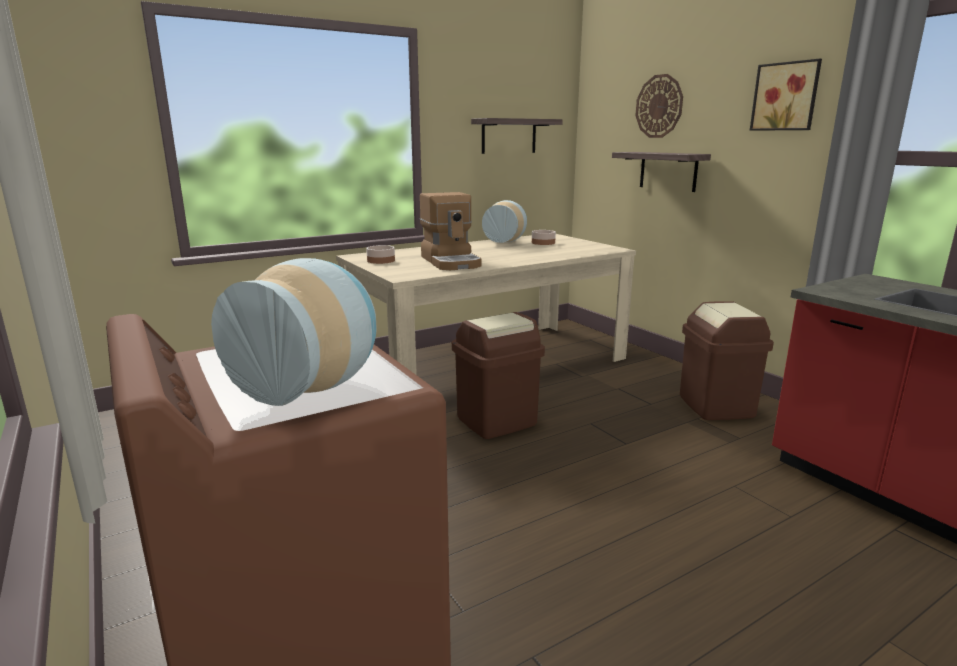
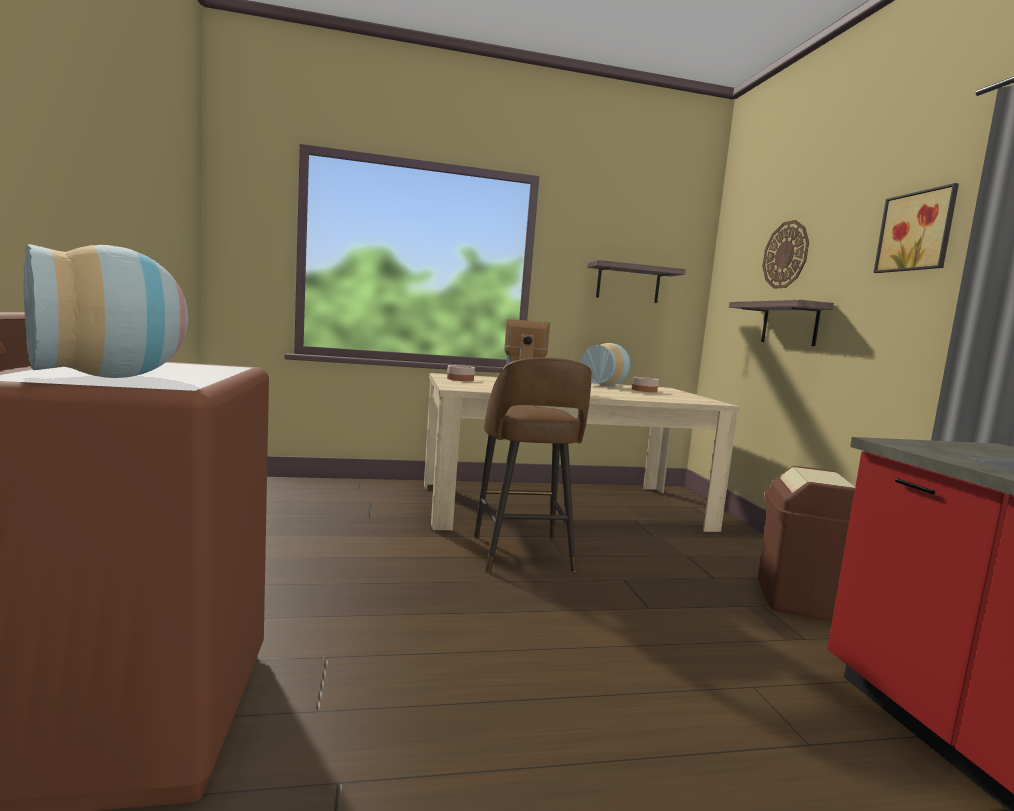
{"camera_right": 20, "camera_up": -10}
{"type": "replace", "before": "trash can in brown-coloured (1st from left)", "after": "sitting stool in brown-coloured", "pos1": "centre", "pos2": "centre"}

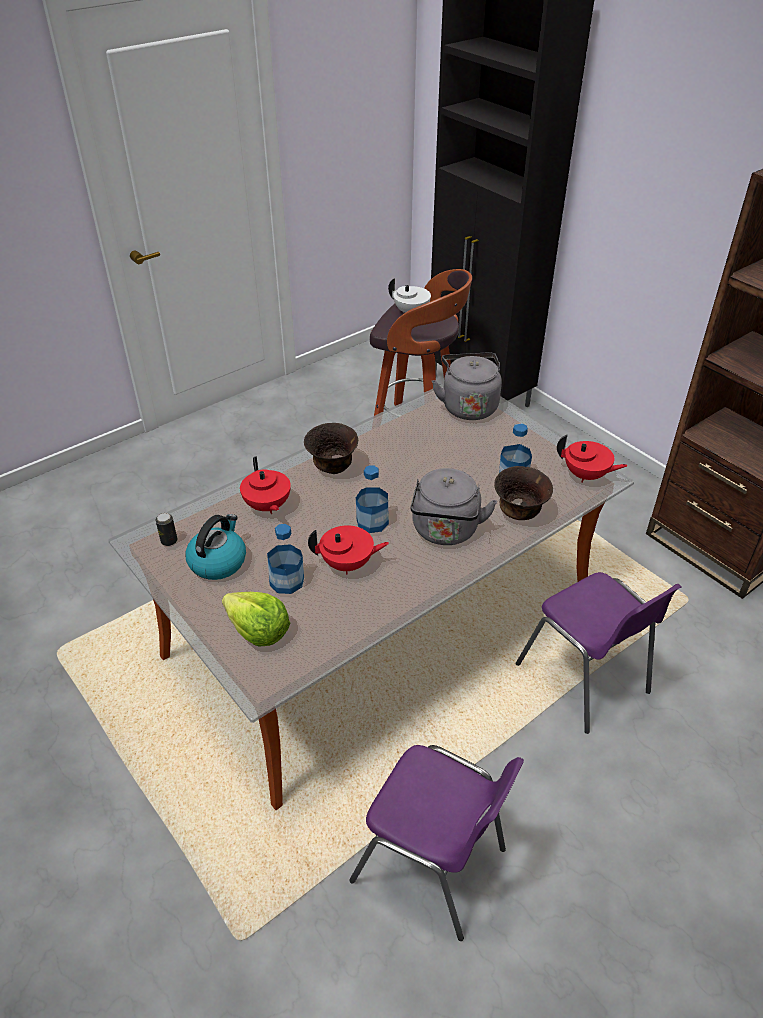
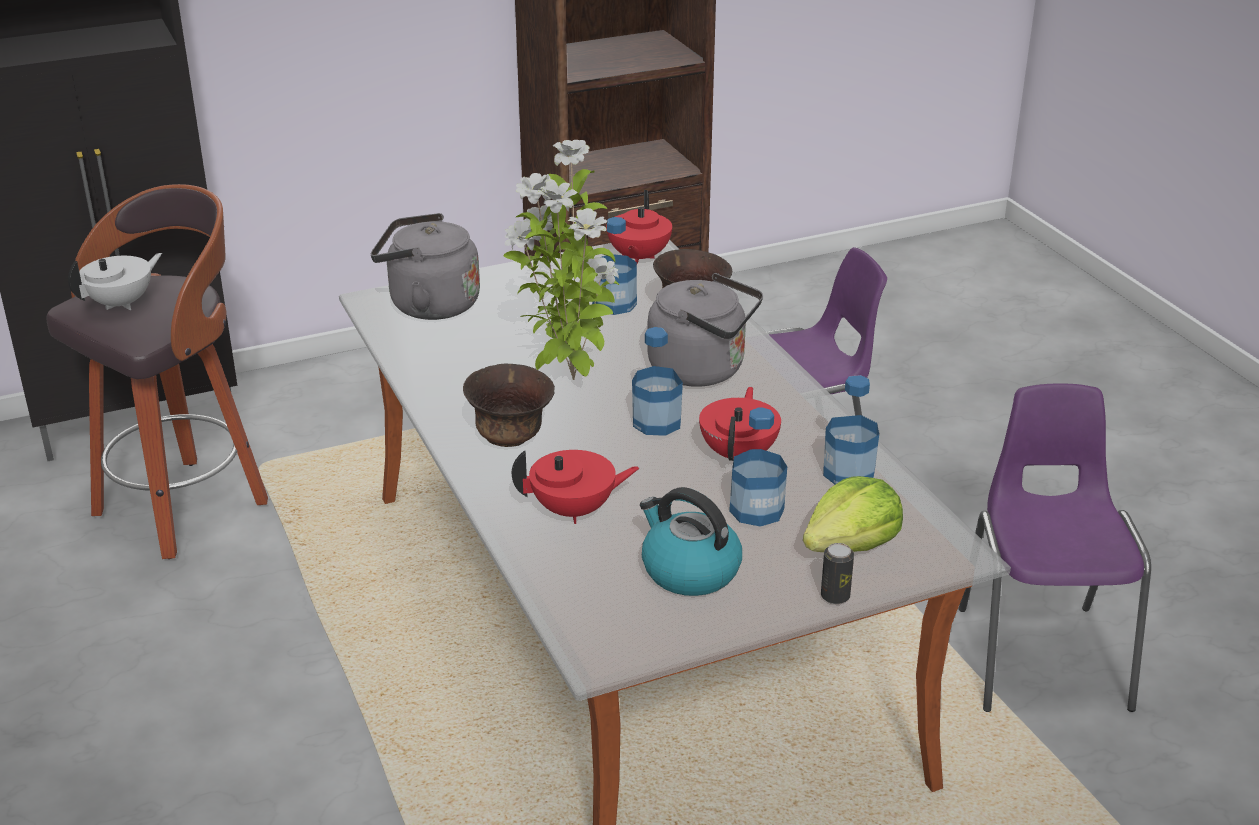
{"camera_right": -75, "camera_up": -10}
{"type": "move", "before": "metal can", "pos1": "middle left", "pos2": "bottom centre"}
{"type": "rotate", "before": "chair in purple-coloured (1st from left in the first image)", "pos1": "bottom centre", "pos2": "middle right", "turn": -45}
{"type": "rotate", "before": "pot for tea in reddish (3rd from left in the first image)", "pos1": "middle right", "pos2": "top centre", "turn": 150}
{"type": "insert", "after": "plant in a pot", "pos2": "top centre"}
{"type": "insert", "after": "drink bottle (4th from left)", "pos2": "middle right"}

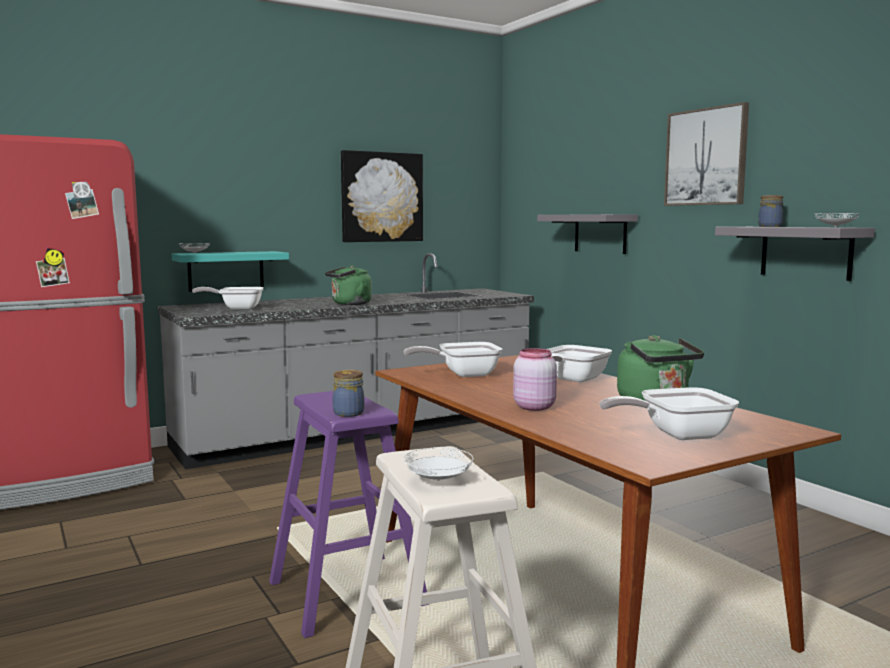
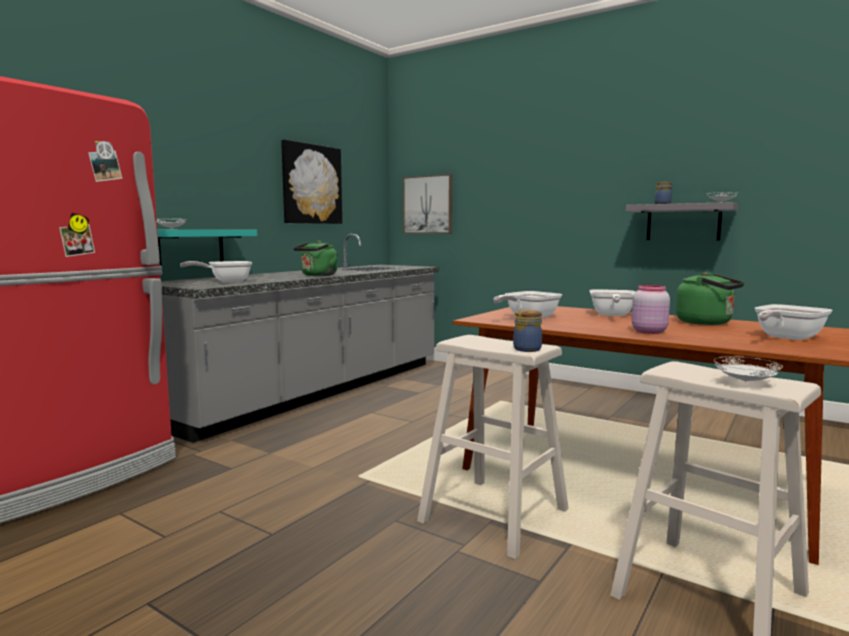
{"camera_right": -25, "camera_up": 0}
{"type": "recolor", "before": "sitting stool in purple-coloured", "after": "sitting stool in sand-coloured (1st from left)", "pos1": "bottom centre", "pos2": "bottom centre"}
{"type": "delete", "before": "wall shelf in greyish (1st from left)", "pos1": "centre"}
{"type": "move", "before": "wall art (2nd from left)", "pos1": "top right", "pos2": "top centre"}

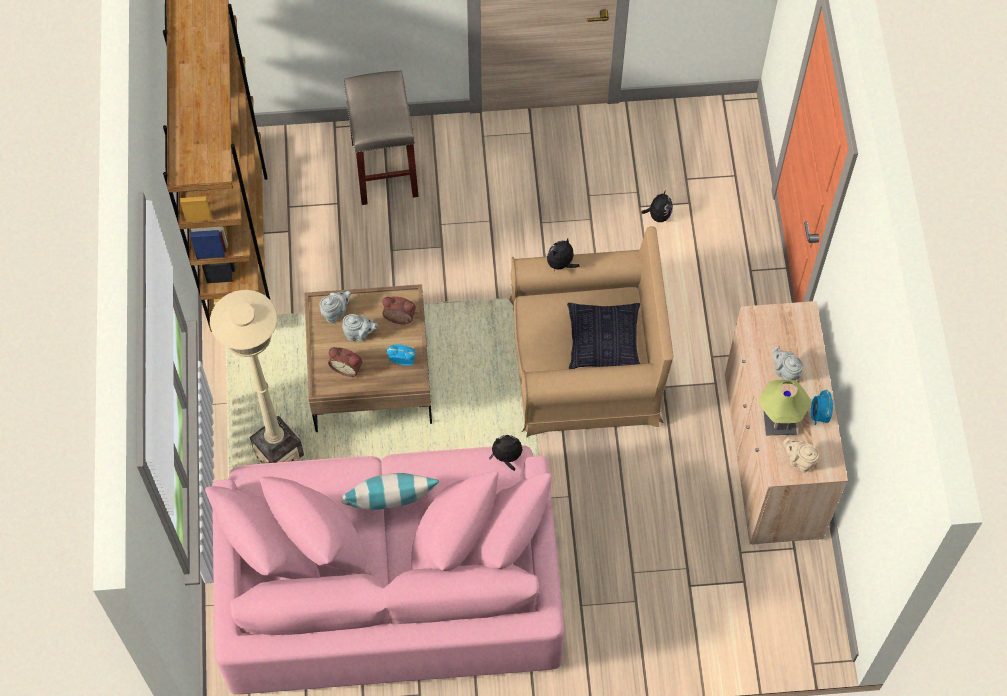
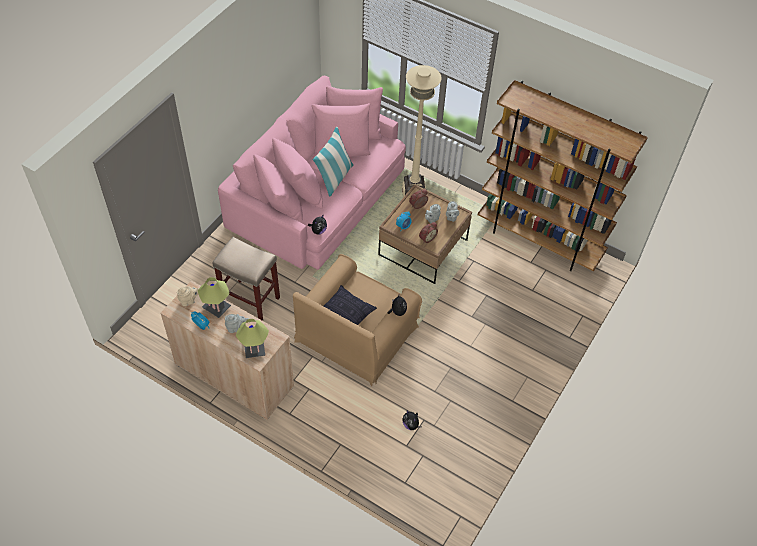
{"camera_right": 125, "camera_up": -10}
{"type": "move", "before": "sitting stool in sand-coloured", "pos1": "top centre", "pos2": "middle left"}
{"type": "insert", "after": "tabletop lamp (2nd from left)", "pos2": "middle left"}

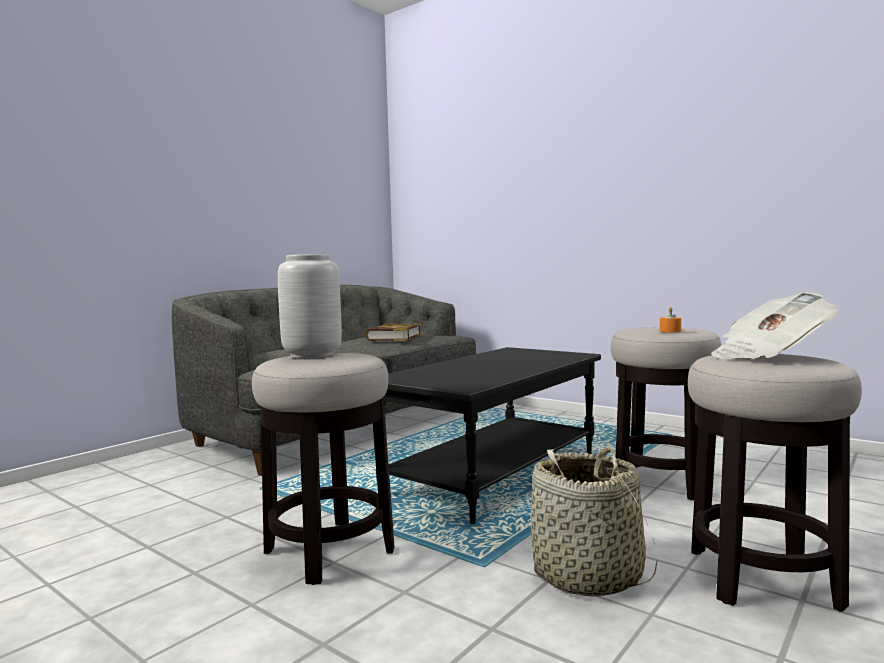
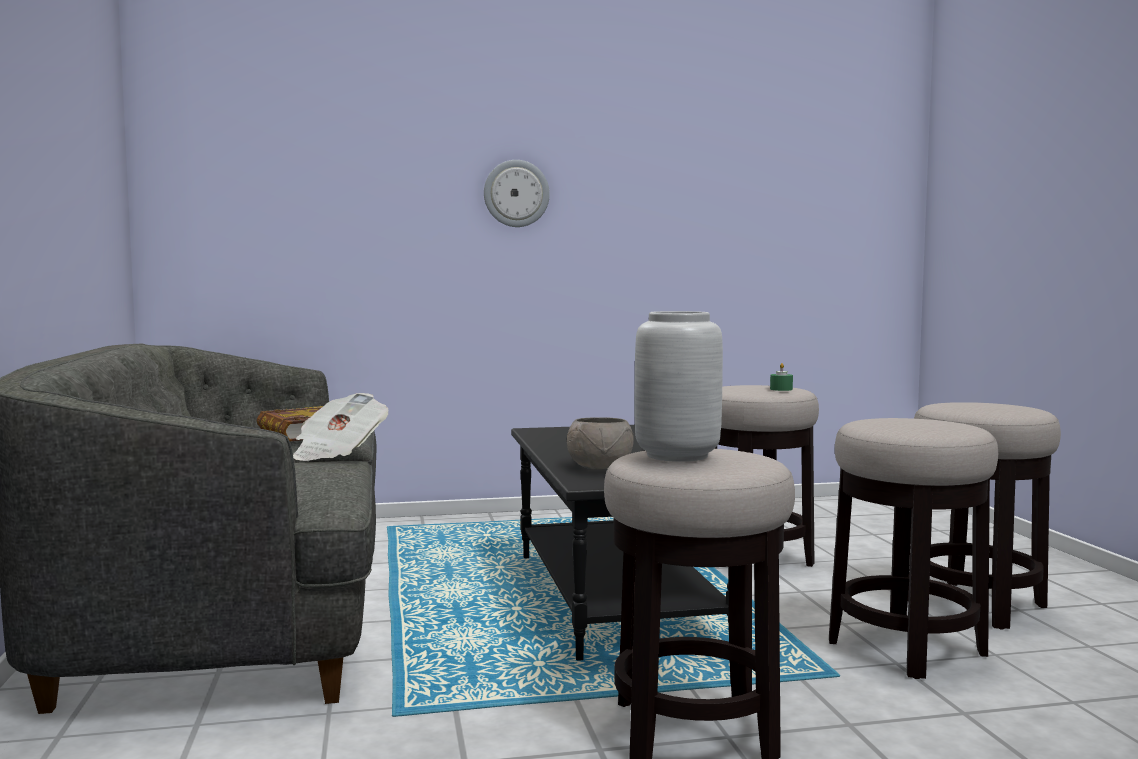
{"camera_right": -50, "camera_up": 0}
{"type": "replace", "before": "storage basket", "after": "sitting stool (3rd from left)", "pos1": "bottom right", "pos2": "bottom right"}
{"type": "recolor", "before": "wax light in orange", "after": "wax light in green-coloured", "pos1": "middle right", "pos2": "middle right"}
{"type": "move", "before": "printed paper", "pos1": "middle right", "pos2": "middle left"}
{"type": "insert", "after": "wall clock", "pos2": "top centre"}
{"type": "insert", "after": "bowl in greyish", "pos2": "centre"}

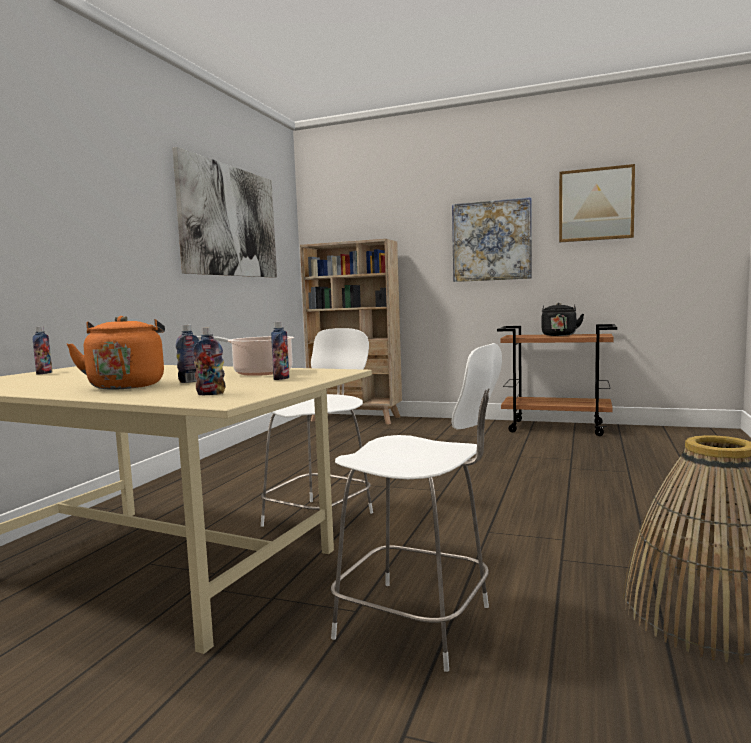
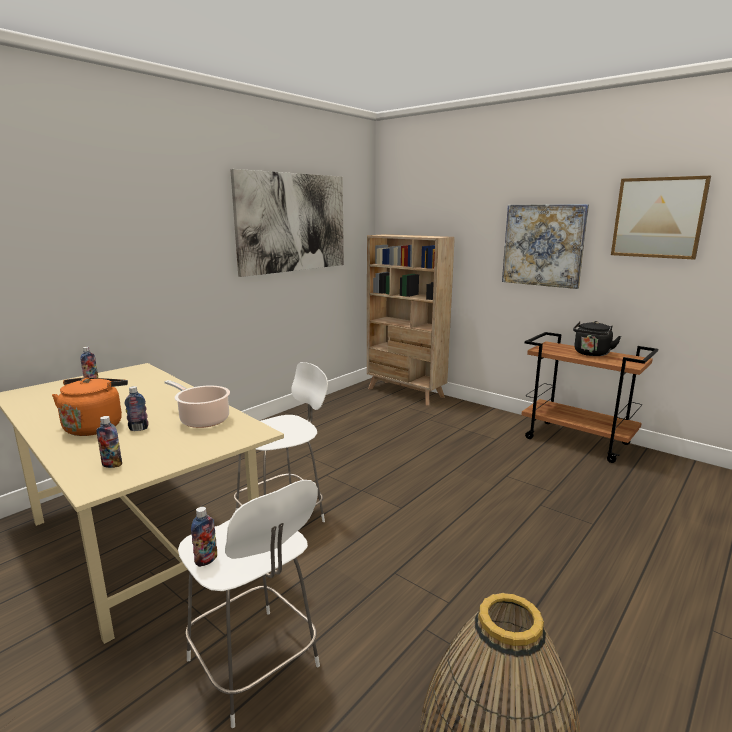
{"camera_right": 20, "camera_up": 10}
{"type": "move", "before": "drink bottle (4th from left)", "pos1": "centre", "pos2": "bottom left"}

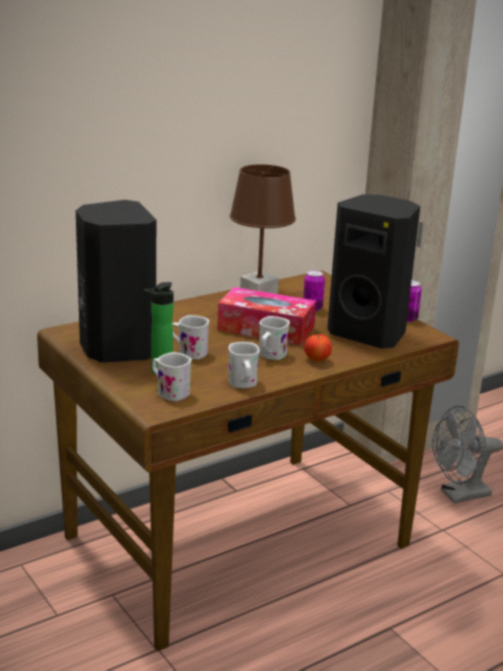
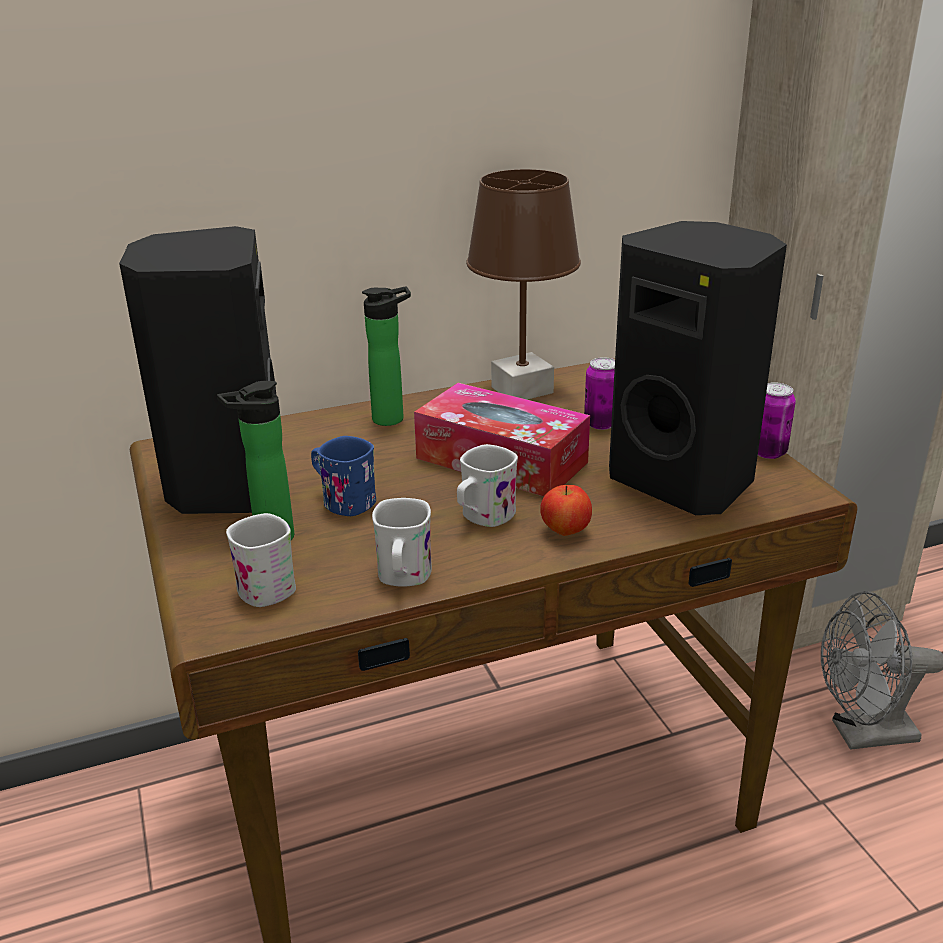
{"camera_right": 15, "camera_up": 5}
{"type": "recolor", "before": "tea mug in whitish (2nd from left)", "after": "tea mug in bluish", "pos1": "centre", "pos2": "centre"}
{"type": "insert", "after": "drink bottle (2nd from left)", "pos2": "centre"}

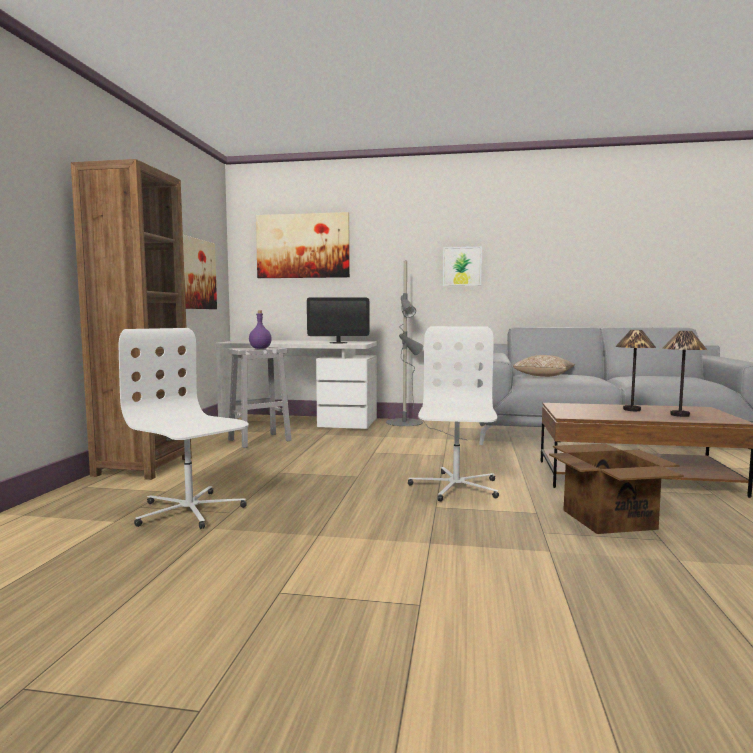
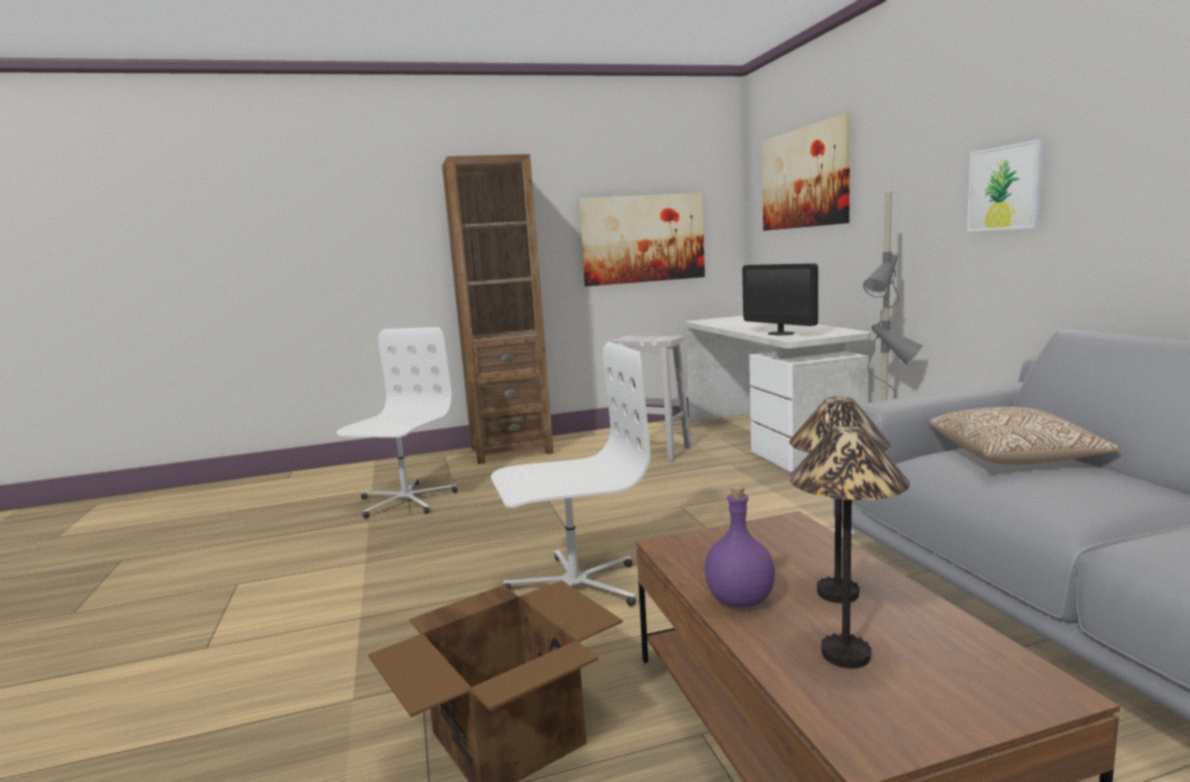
{"camera_right": 65, "camera_up": 5}
{"type": "move", "before": "drink bottle in purple-coloured", "pos1": "centre", "pos2": "bottom centre"}

